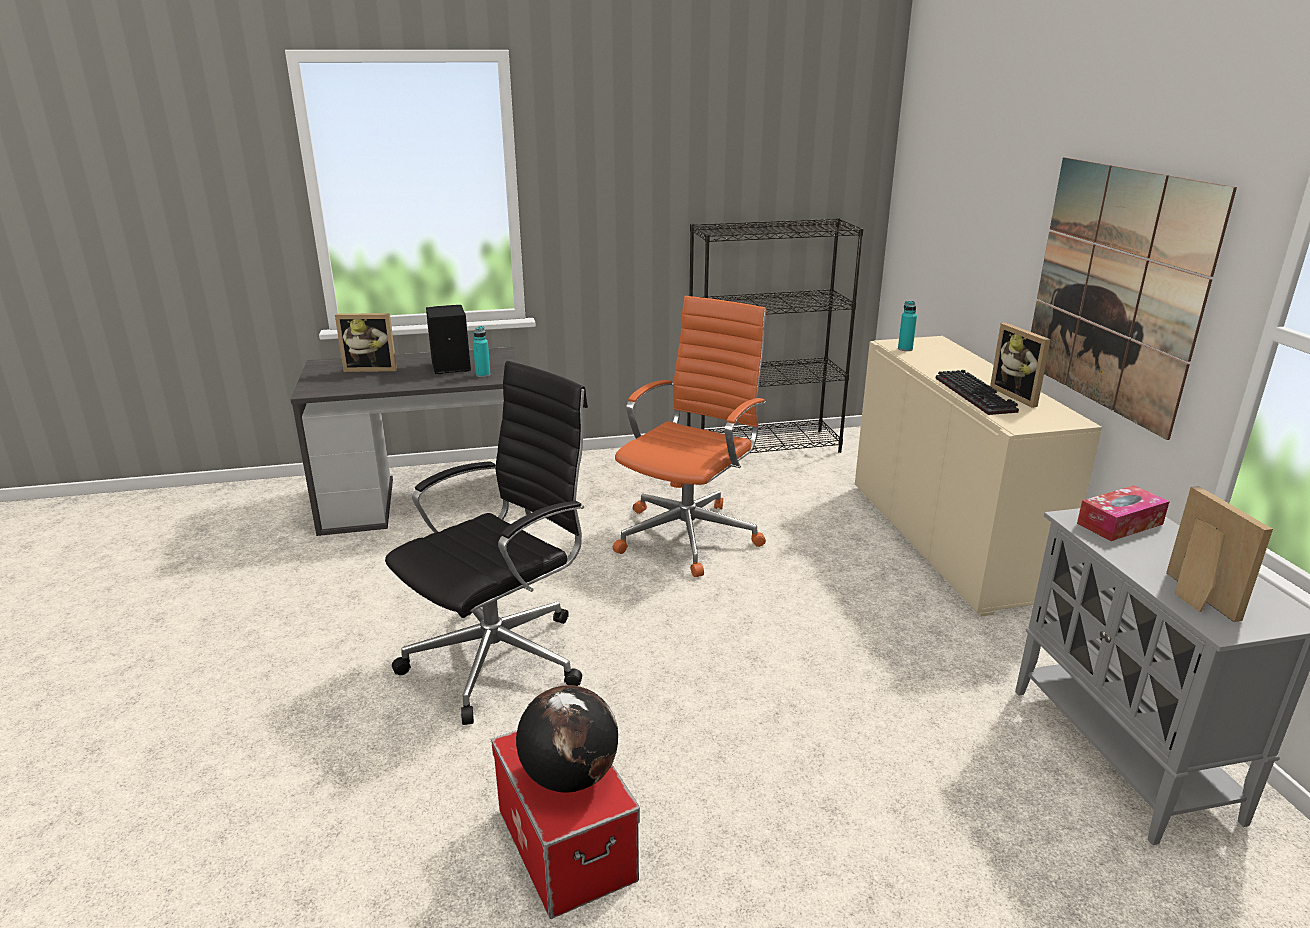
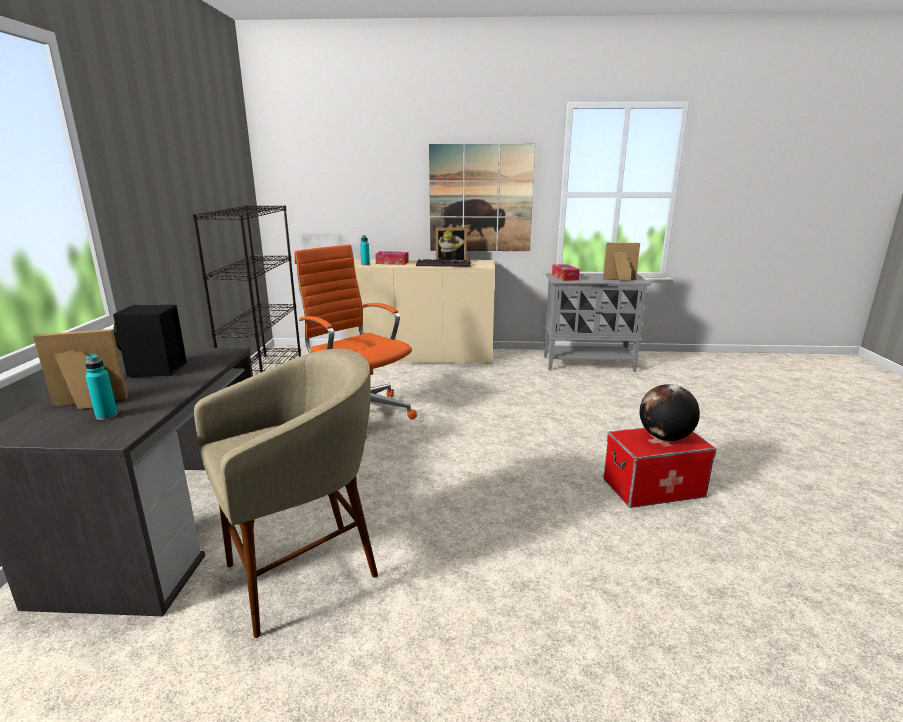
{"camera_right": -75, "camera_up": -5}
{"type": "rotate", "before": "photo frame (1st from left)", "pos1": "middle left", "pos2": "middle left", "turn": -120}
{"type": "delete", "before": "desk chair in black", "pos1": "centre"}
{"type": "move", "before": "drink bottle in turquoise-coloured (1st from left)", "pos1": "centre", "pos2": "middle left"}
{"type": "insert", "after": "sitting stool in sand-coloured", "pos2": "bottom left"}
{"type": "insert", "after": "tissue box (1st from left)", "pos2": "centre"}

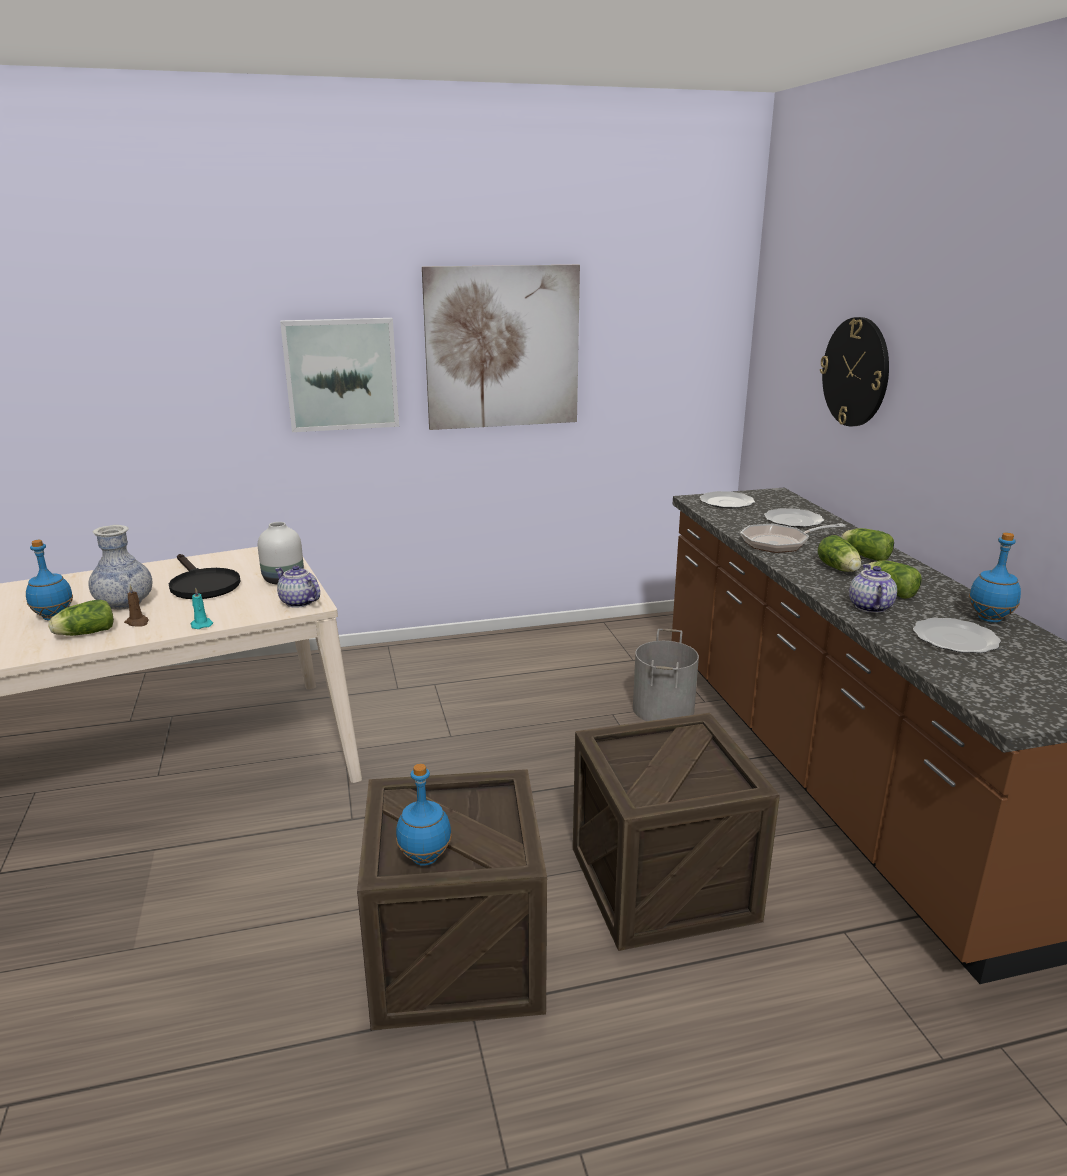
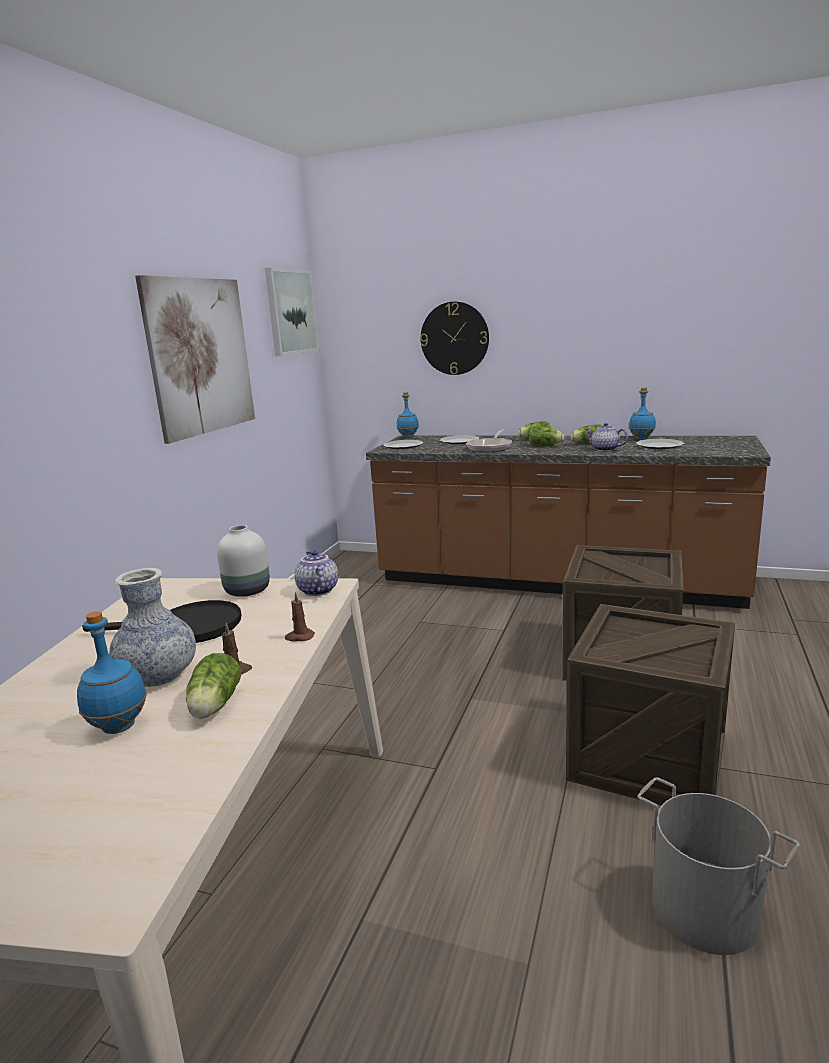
{"camera_right": -55, "camera_up": -5}
{"type": "recolor", "before": "wax light in turquoise-coloured", "after": "wax light in brown-coloured (2nd from left)", "pos1": "middle left", "pos2": "centre"}
{"type": "rotate", "before": "pot for tea (1st from left)", "pos1": "middle left", "pos2": "centre", "turn": 90}
{"type": "move", "before": "wall art (1st from left in the first image)", "after": "wall art (2nd from left)", "pos1": "top left", "pos2": "top centre"}
{"type": "move", "before": "drink bottle in bluish (2nd from left)", "pos1": "bottom centre", "pos2": "centre"}
{"type": "move", "before": "pail in greyish", "pos1": "centre", "pos2": "bottom right"}

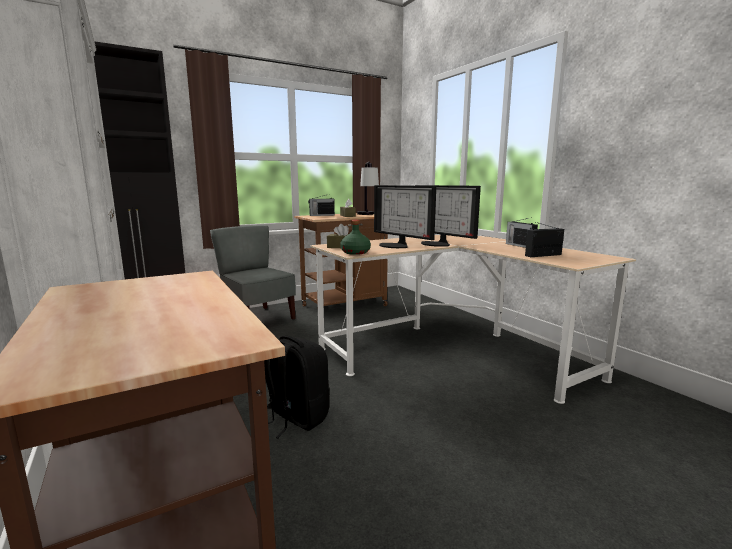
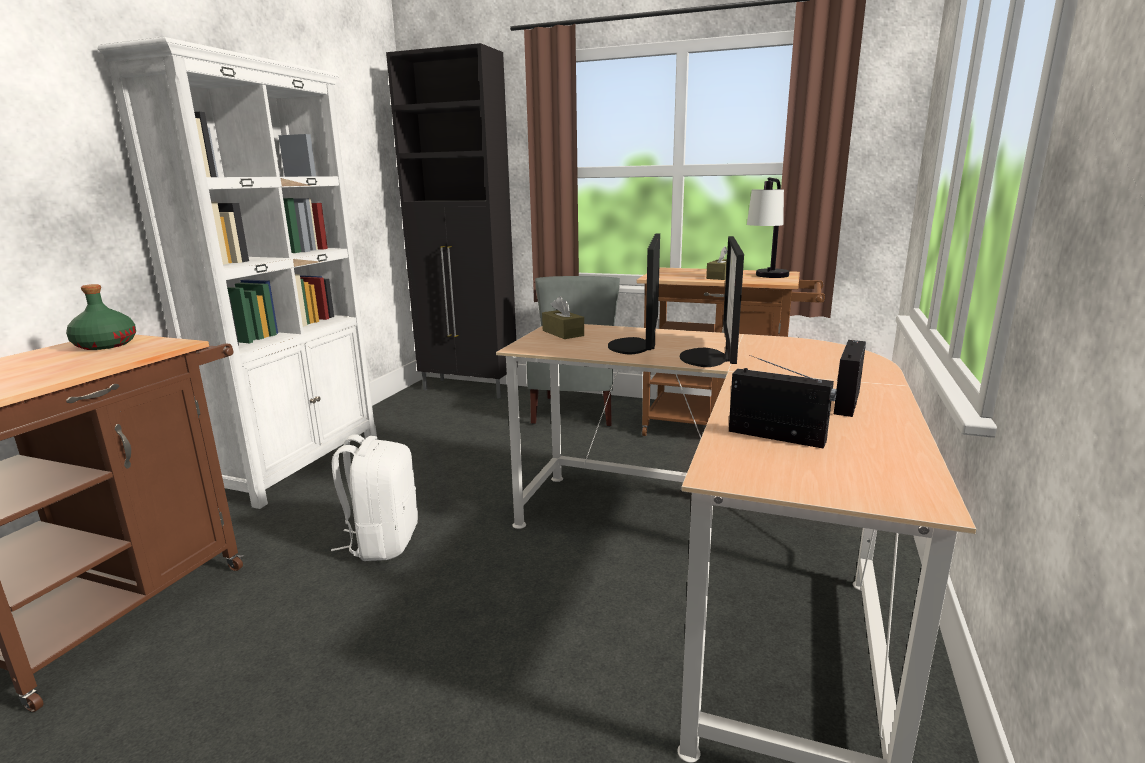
{"camera_right": 50, "camera_up": 5}
{"type": "recolor", "before": "knapsack in black", "after": "knapsack in whitish", "pos1": "bottom centre", "pos2": "middle left"}
{"type": "delete", "before": "radio (1st from left)", "pos1": "centre"}
{"type": "move", "before": "drink bottle in green-coloured", "pos1": "centre", "pos2": "middle left"}

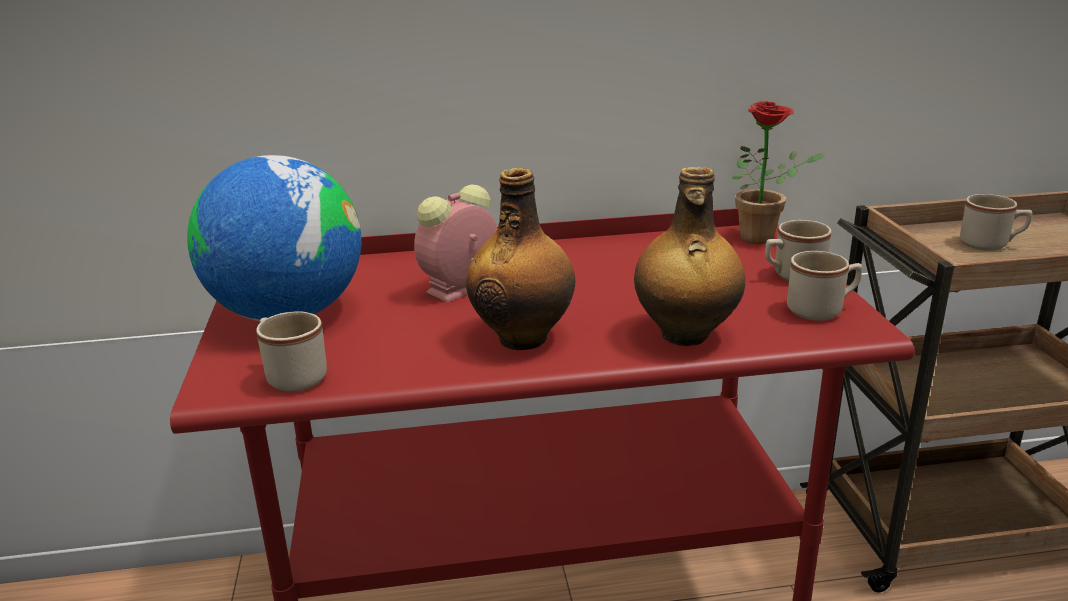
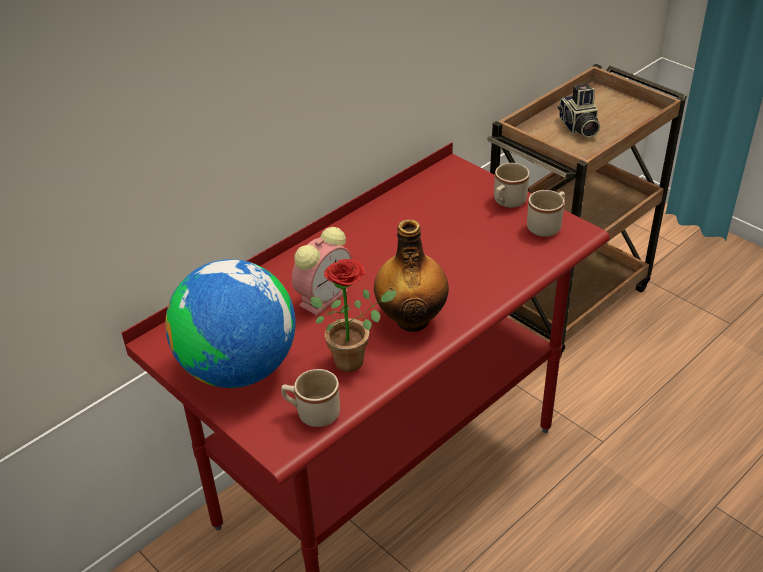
{"camera_right": -35, "camera_up": 15}
{"type": "rotate", "before": "table clock", "pos1": "centre", "pos2": "centre", "turn": -150}
{"type": "delete", "before": "drink bottle (2nd from left)", "pos1": "centre"}
{"type": "move", "before": "plant in a pot", "pos1": "top right", "pos2": "centre"}
{"type": "replace", "before": "tea mug in sand-coloured (4th from left)", "after": "still camera", "pos1": "middle right", "pos2": "top right"}

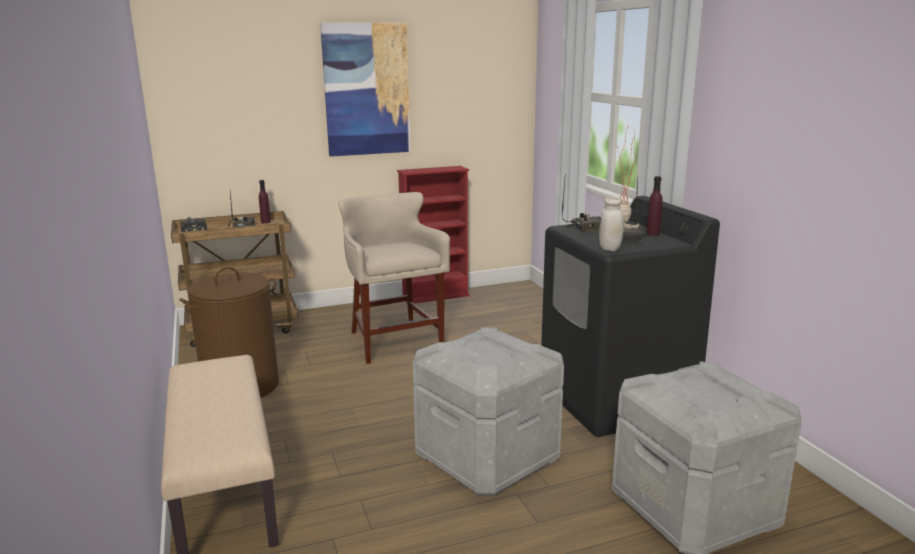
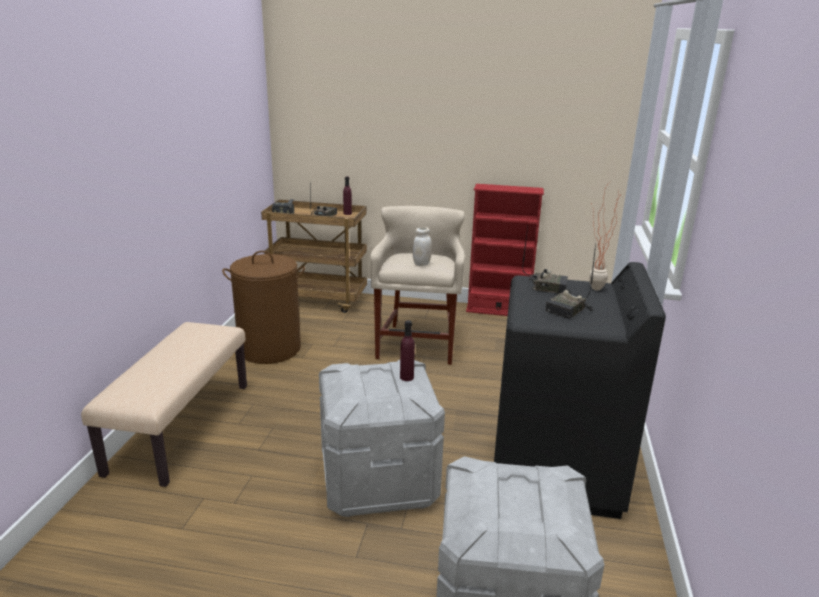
{"camera_right": 30, "camera_up": 5}
{"type": "delete", "before": "wall art", "pos1": "top centre"}
{"type": "move", "before": "preserve jar in whitish", "pos1": "middle right", "pos2": "centre"}
{"type": "move", "before": "drink bottle in purple-coloured (2nd from left)", "pos1": "middle right", "pos2": "centre"}

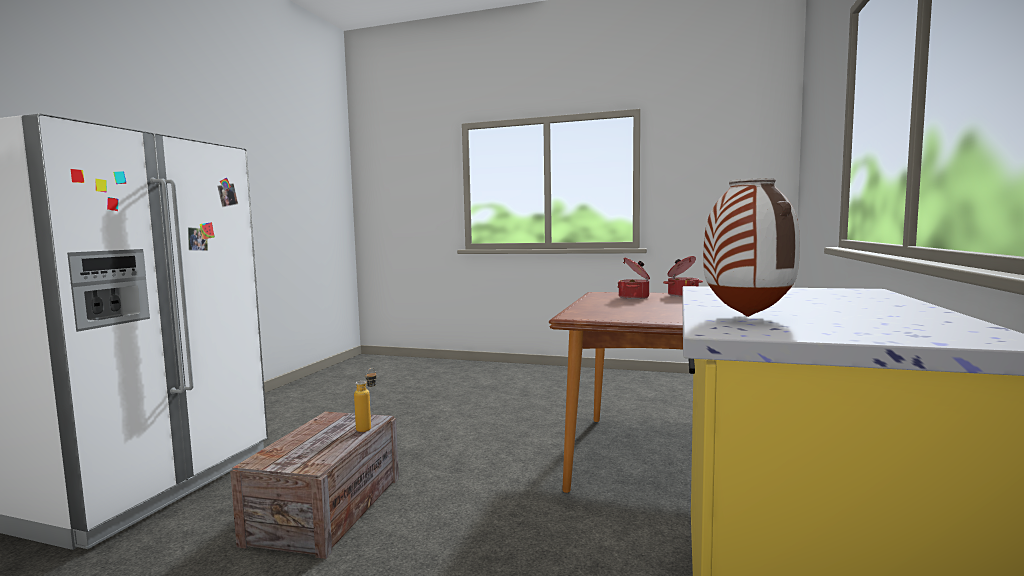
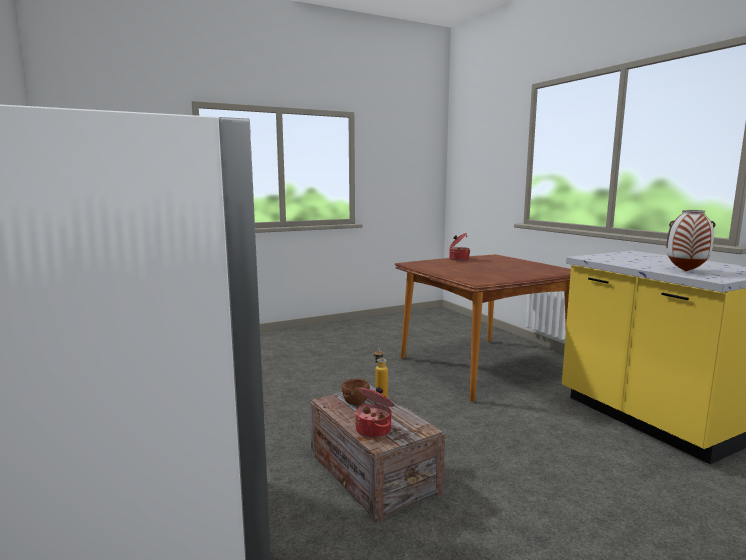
{"camera_right": -45, "camera_up": 5}
{"type": "move", "before": "cooking pot (1st from left)", "pos1": "centre", "pos2": "bottom centre"}
{"type": "insert", "after": "bowl in brown-coloured", "pos2": "bottom centre"}

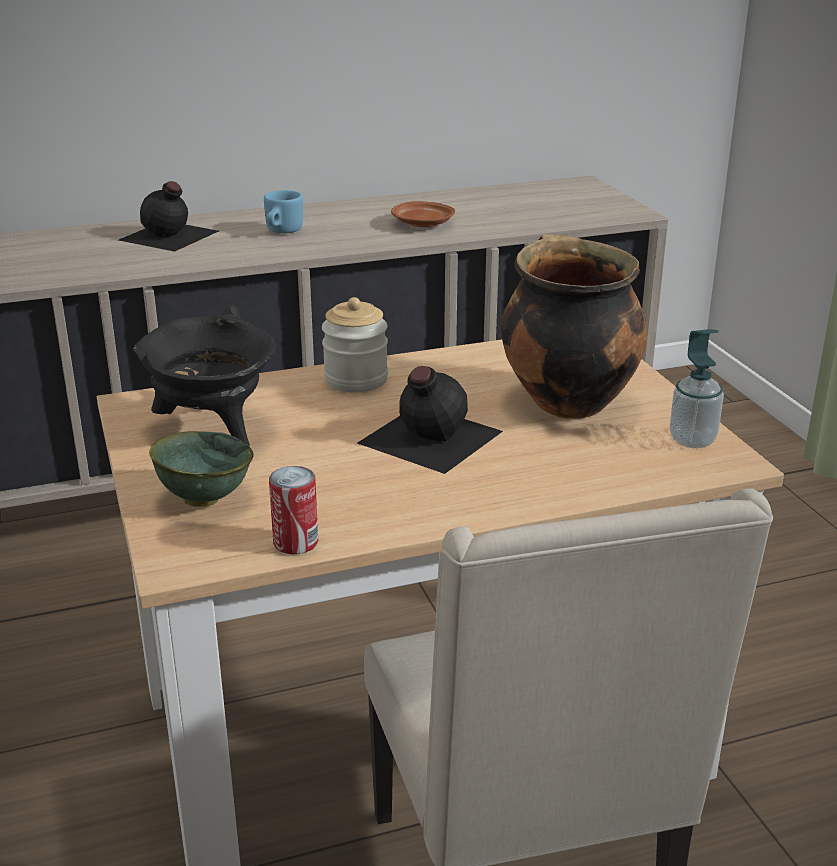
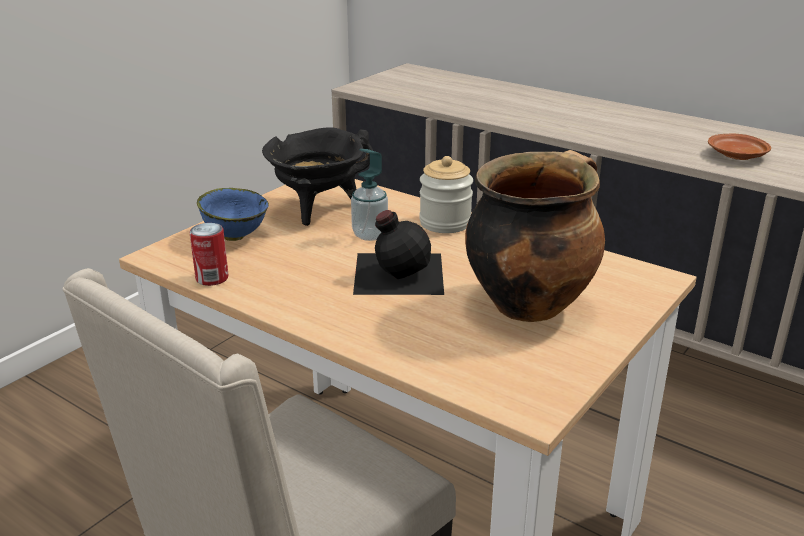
{"camera_right": 55, "camera_up": 0}
{"type": "delete", "before": "drink bottle in black (1st from left)", "pos1": "top left"}
{"type": "recolor", "before": "bowl in green-coloured", "after": "bowl in bluish", "pos1": "middle left", "pos2": "middle left"}
{"type": "delete", "before": "tea mug in bluish", "pos1": "top centre"}
{"type": "move", "before": "liquid soap bottle", "pos1": "middle right", "pos2": "centre"}

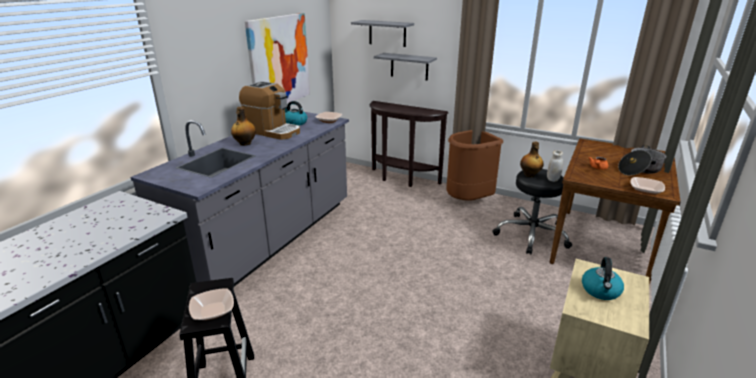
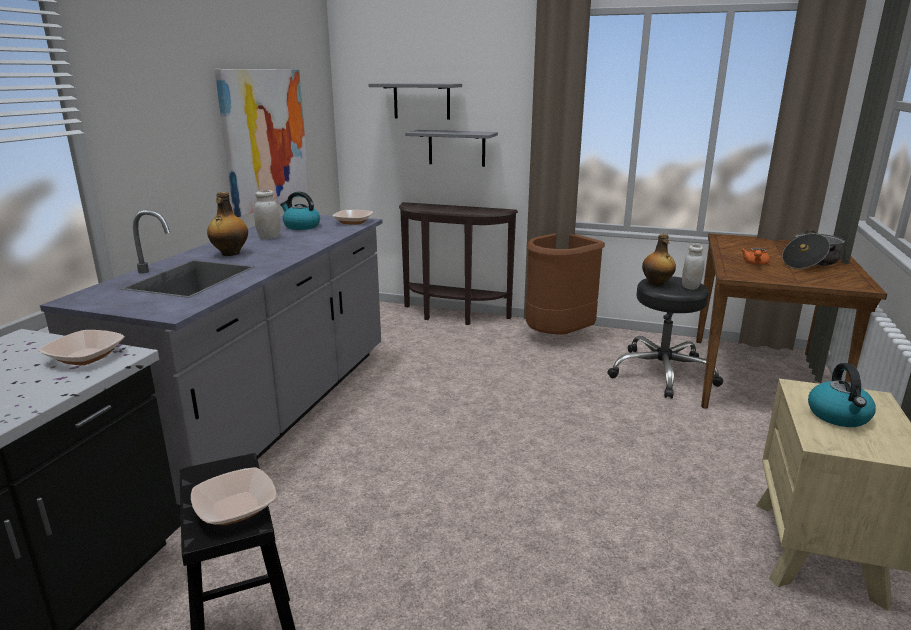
{"camera_right": -10, "camera_up": -5}
{"type": "replace", "before": "coffee maker", "after": "preserve jar in whitish (1st from left)", "pos1": "top centre", "pos2": "middle left"}
{"type": "move", "before": "bowl (3rd from left in the first image)", "after": "bowl (1st from left)", "pos1": "middle right", "pos2": "middle left"}

